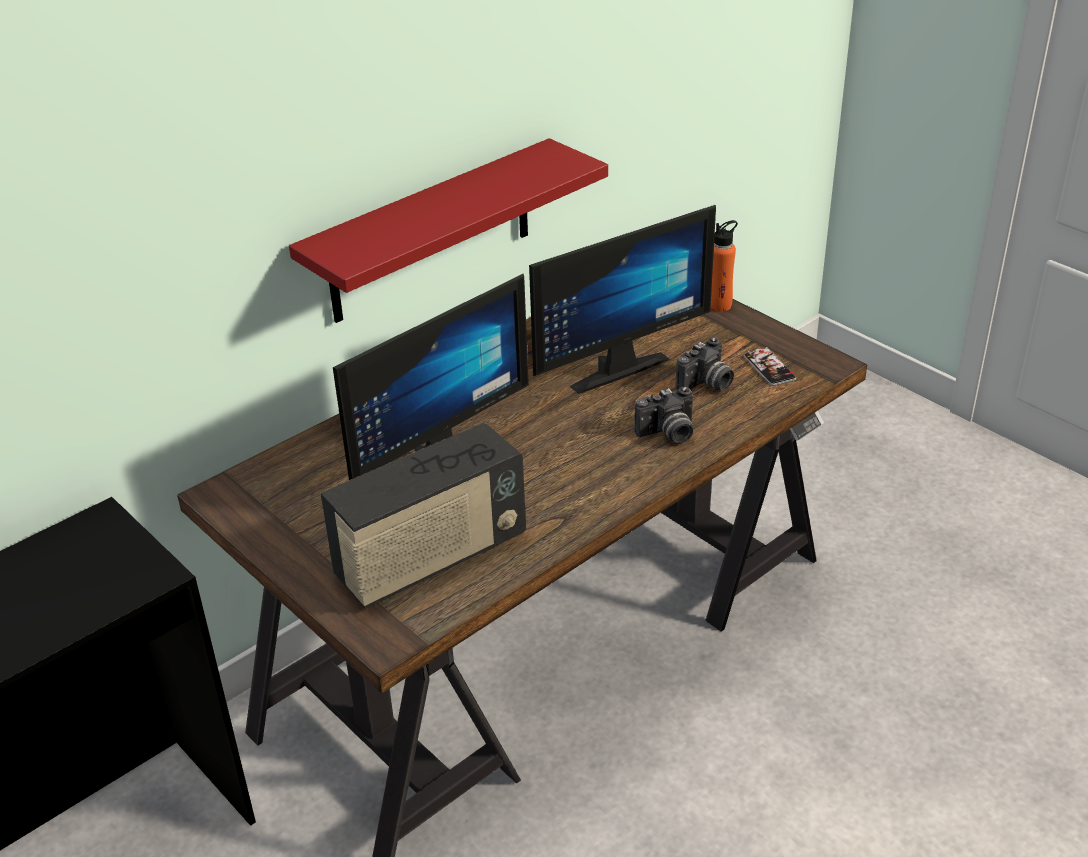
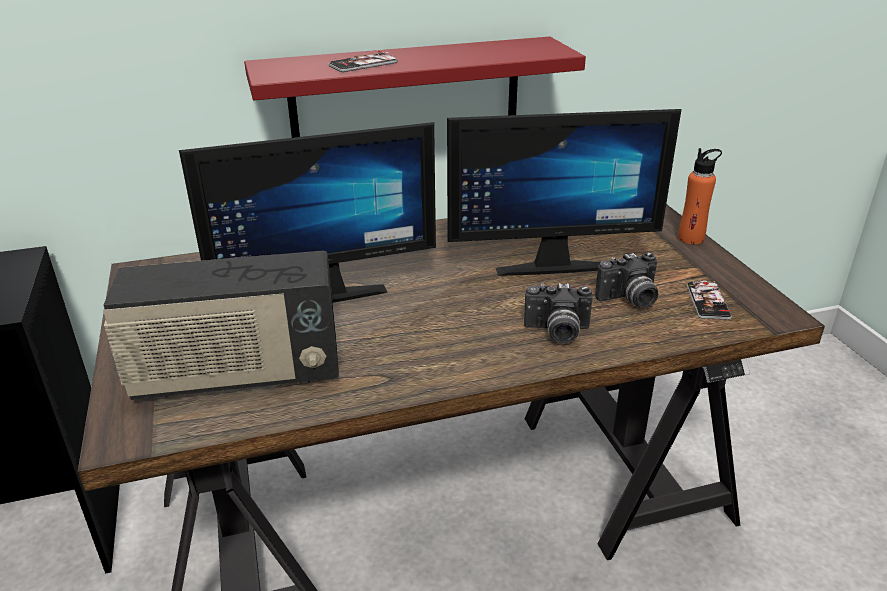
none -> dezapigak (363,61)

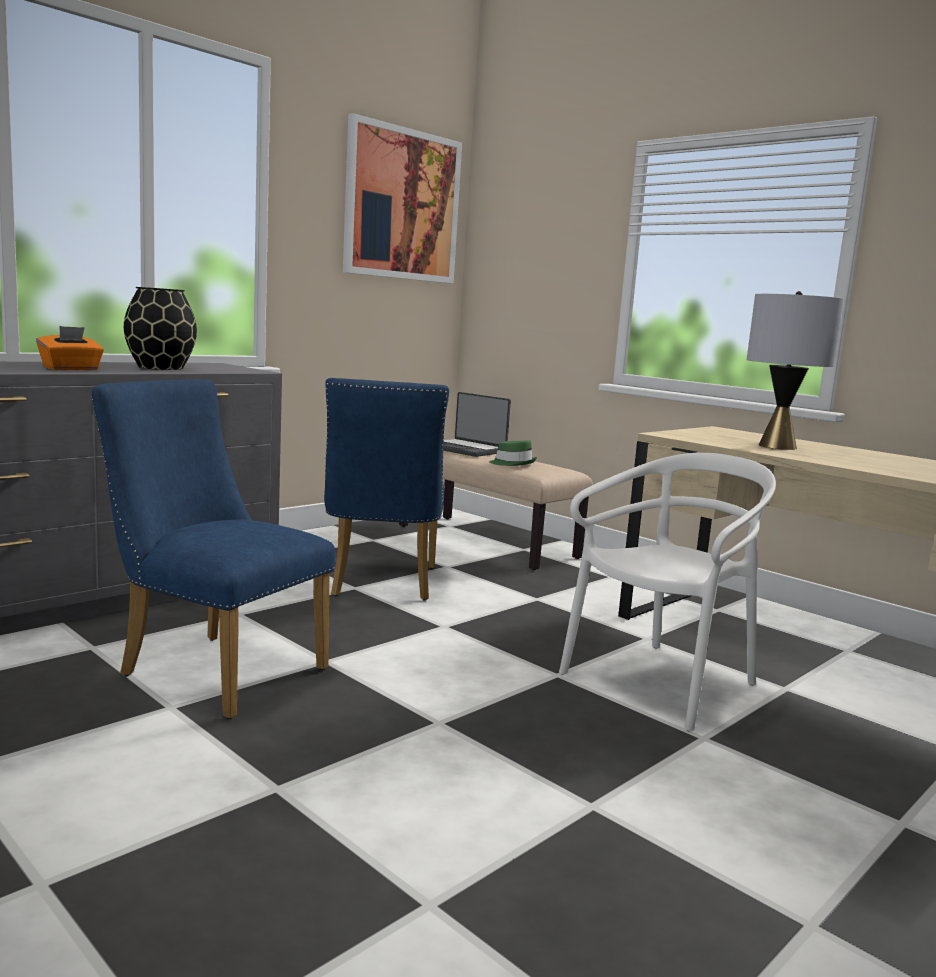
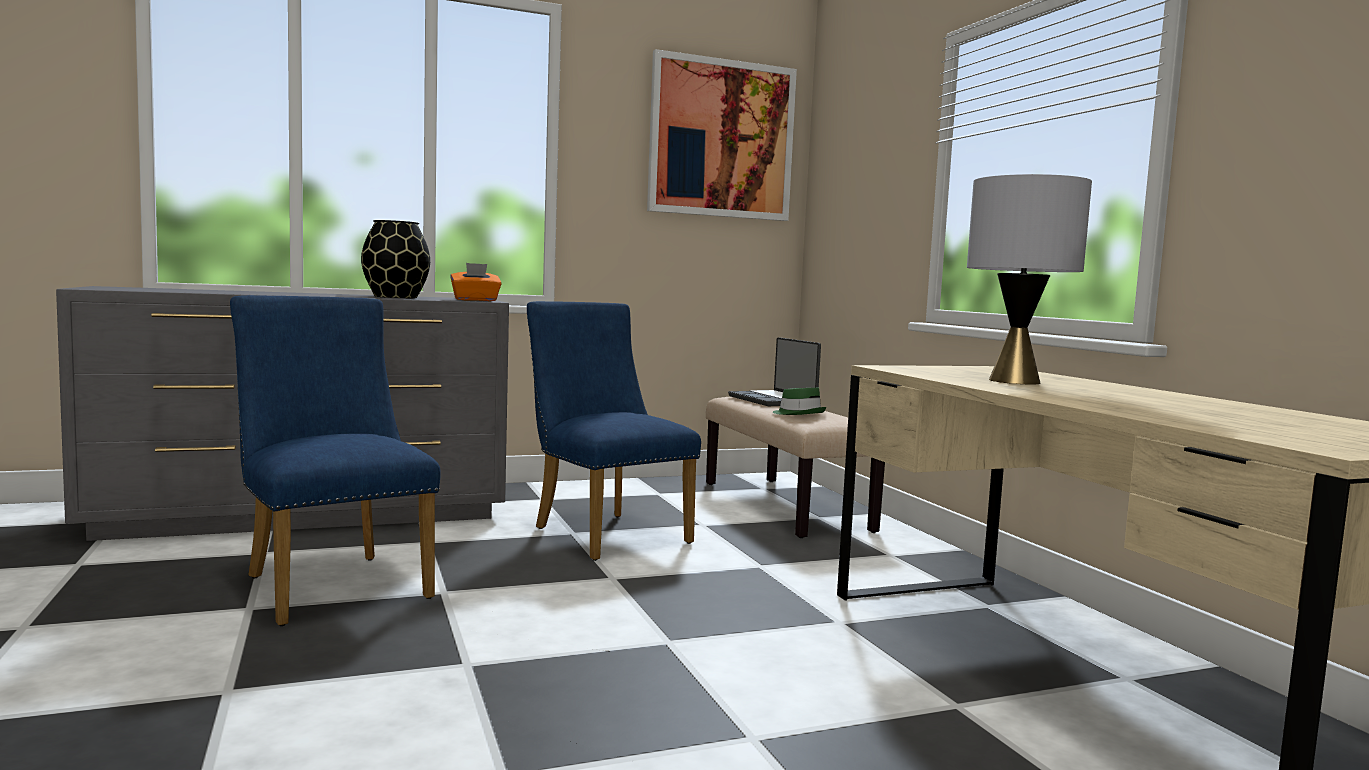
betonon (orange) (70,348) -> betonon (orange) (476,282), moved
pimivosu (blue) (386,489) -> pimivosu (blue) (614,431), 120 degrees clockwise
pimivosu (white) (667,592) -> none

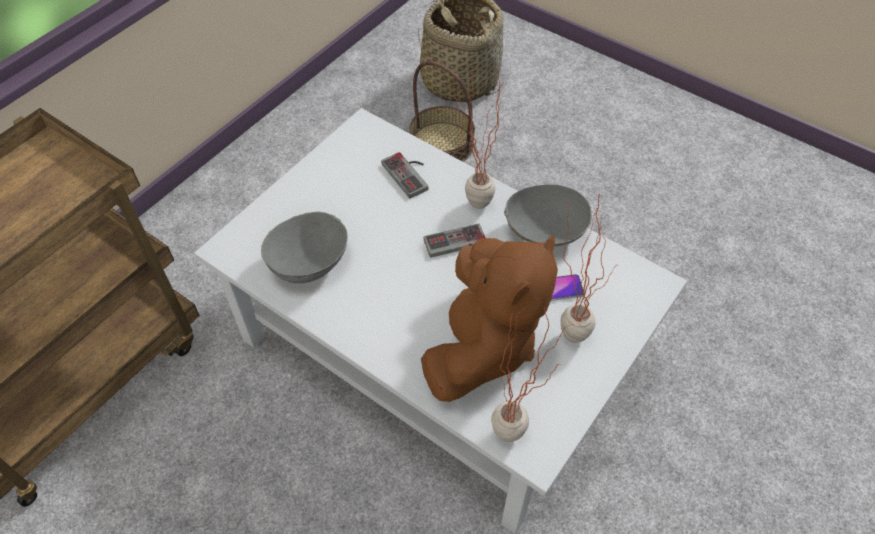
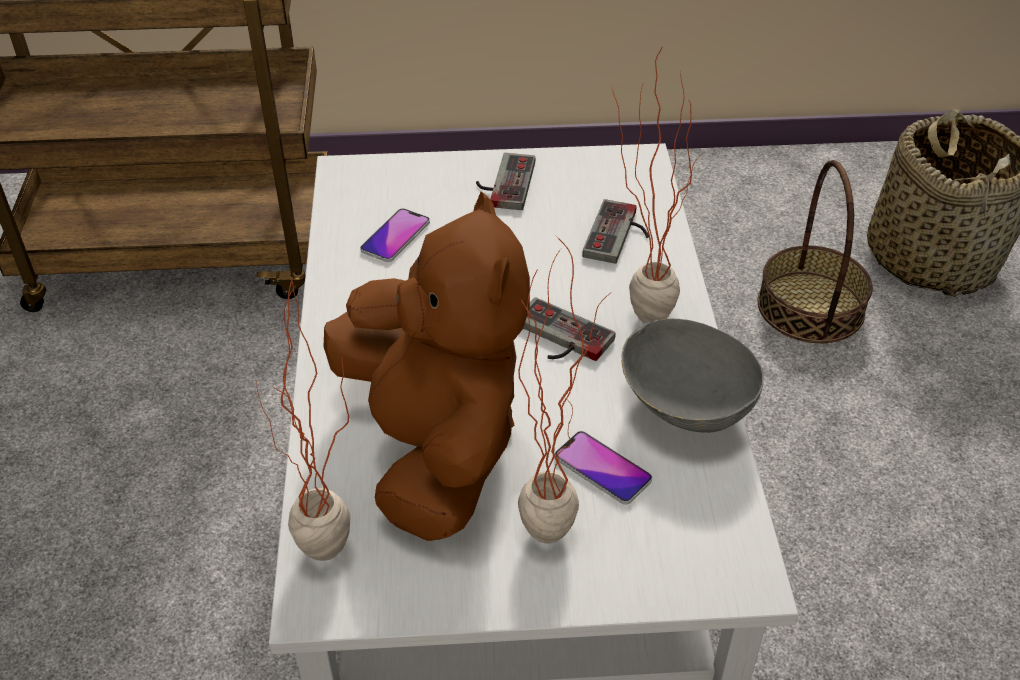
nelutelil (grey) (304,247) -> dezapigak (395,235)
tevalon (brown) (489,318) -> tevalon (brown) (427,366), 90 degrees counterclockwise
none -> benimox (505,181)

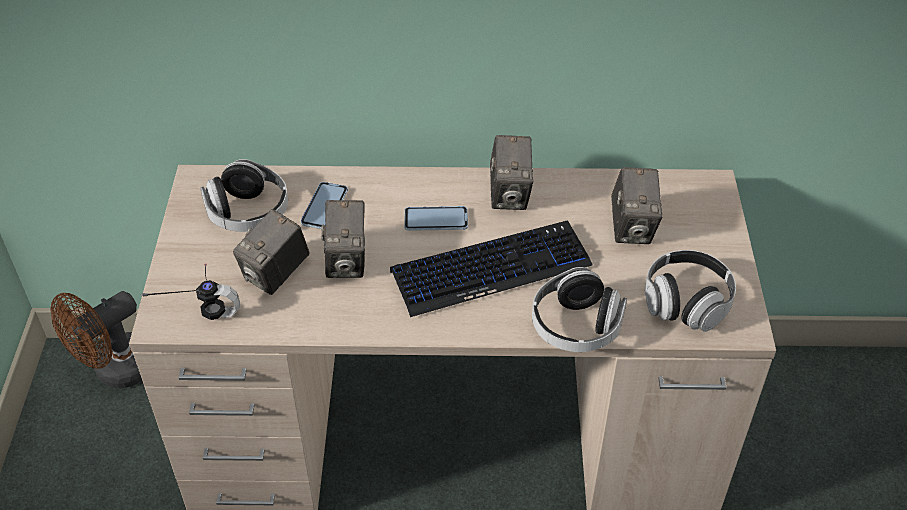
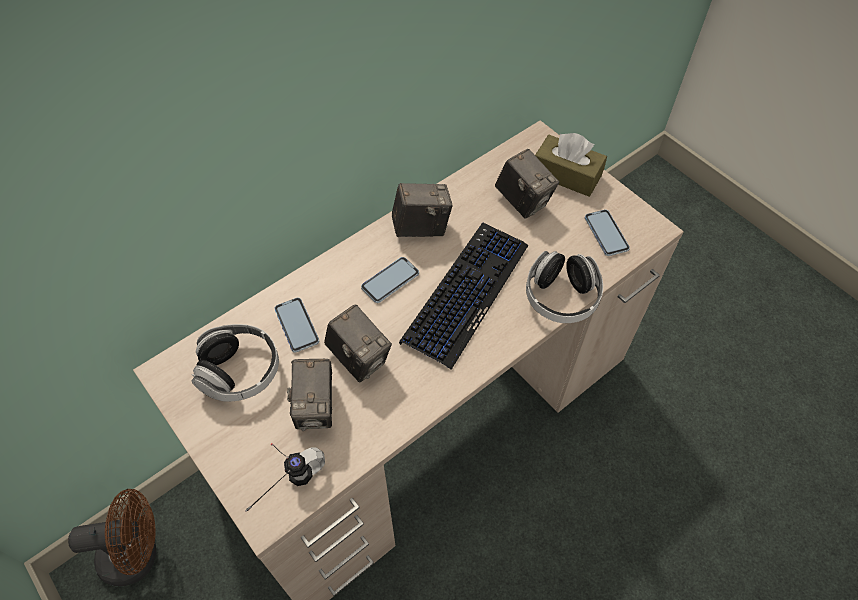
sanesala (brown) (96,339) -> sanesala (brown) (112,537), 105 degrees counterclockwise
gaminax (511,172) -> gaminax (422,210), 60 degrees counterclockwise
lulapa (690,291) -> dezapigak (607,233)
none -> betonon (brown) (571,165)

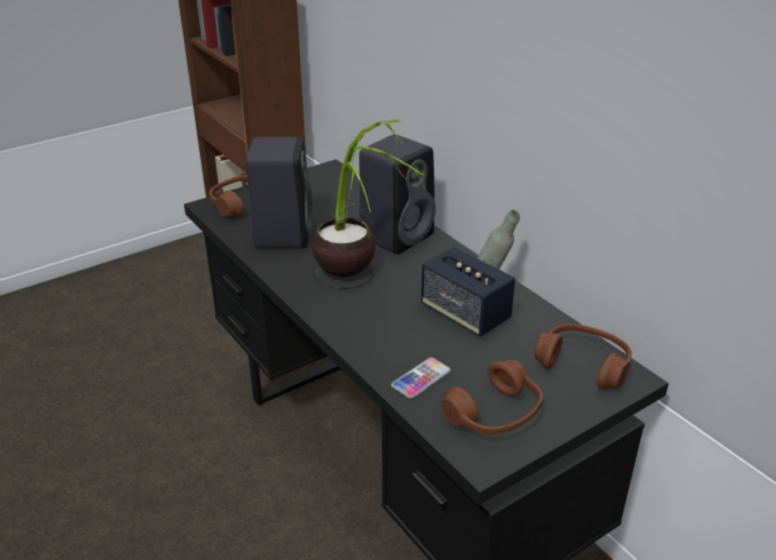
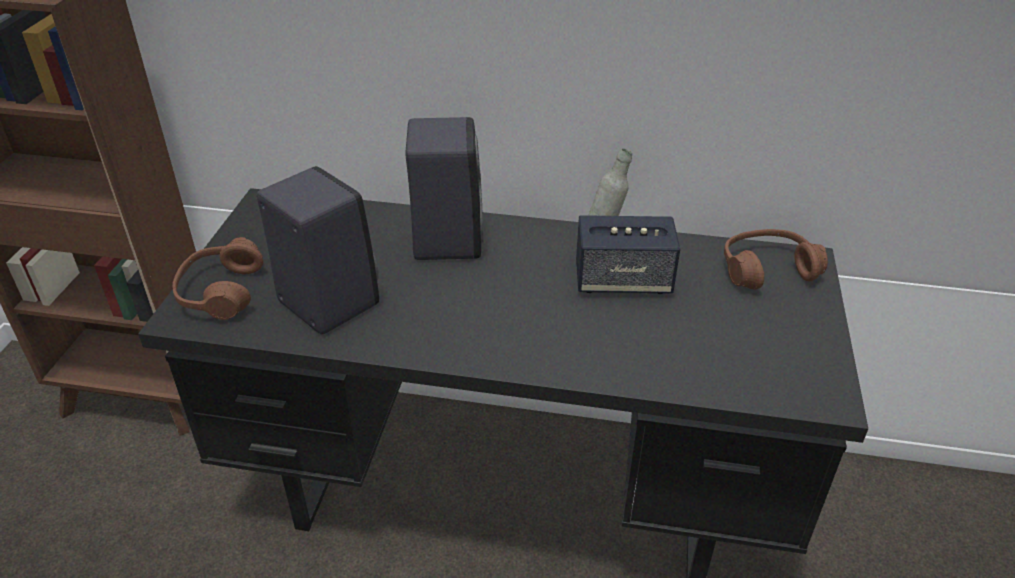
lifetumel (368,204) -> none
dezapigak (421,378) -> none
lulapa (brown) (492,397) -> none

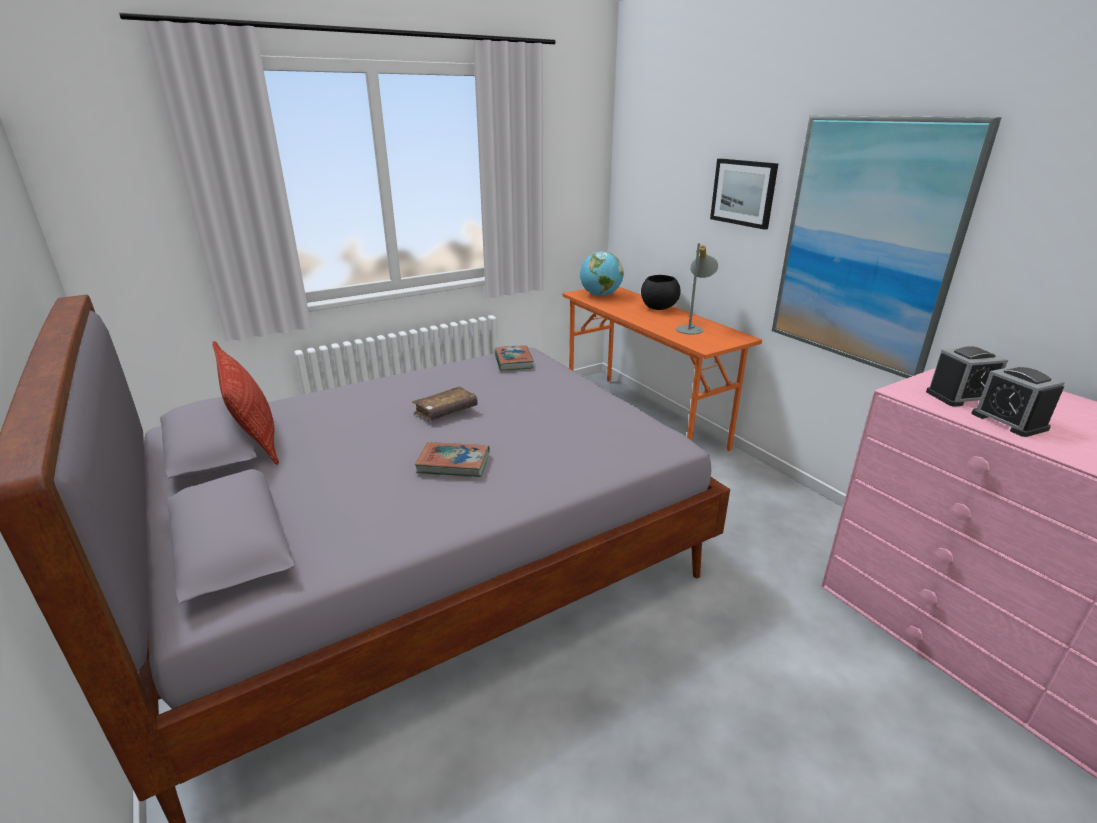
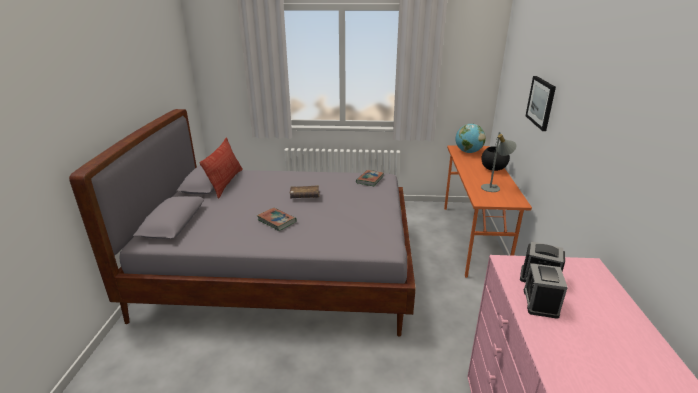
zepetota (887,246) -> none

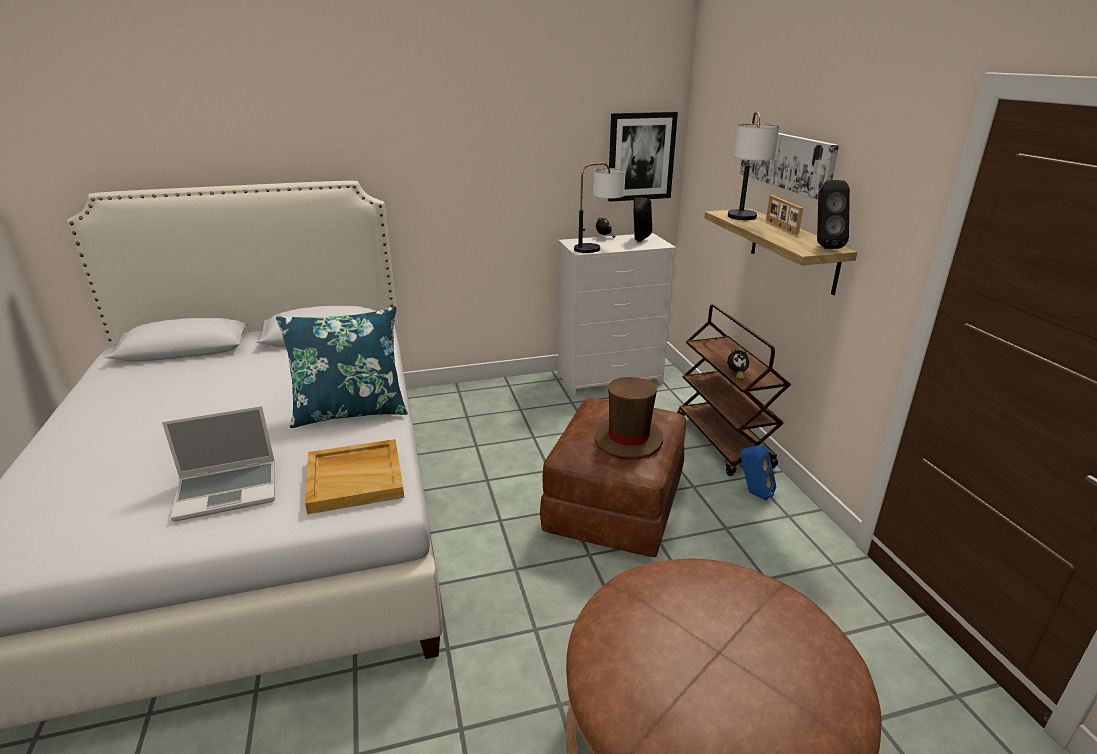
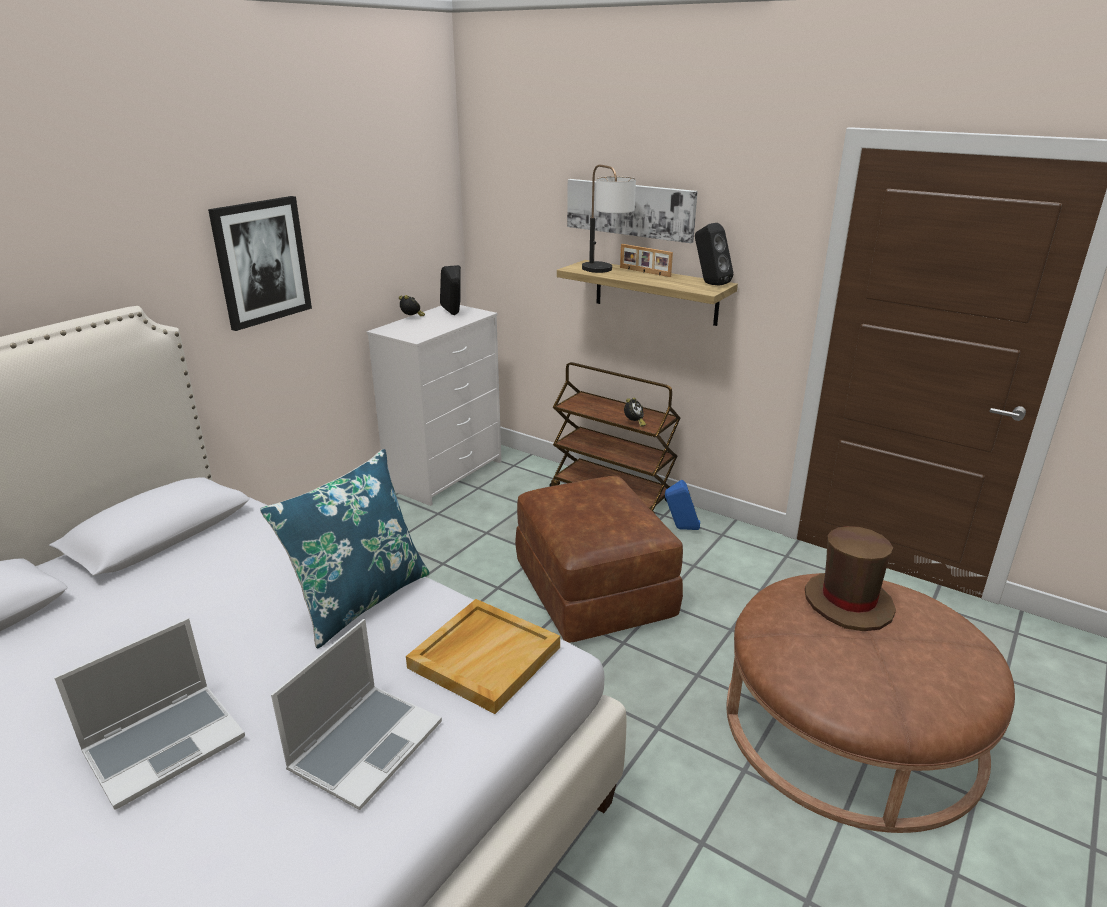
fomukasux (600,208) -> none
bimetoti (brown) (629,418) -> bimetoti (brown) (850,578), moved
zepetota (643,157) -> zepetota (260,263), moved
none -> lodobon (149,714)

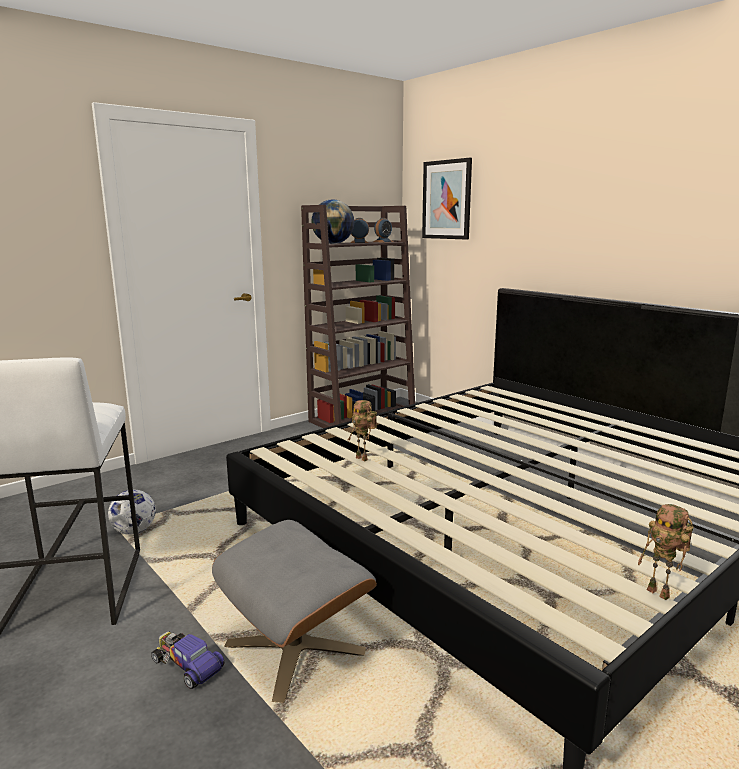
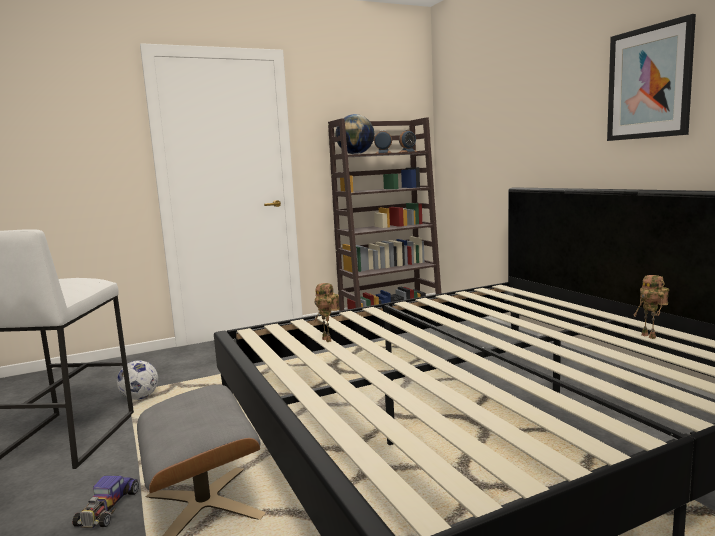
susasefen (188,660) -> susasefen (105,502), 135 degrees counterclockwise
zepetota (447,199) -> zepetota (651,77), moved
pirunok (665,552) -> pirunok (651,307), moved

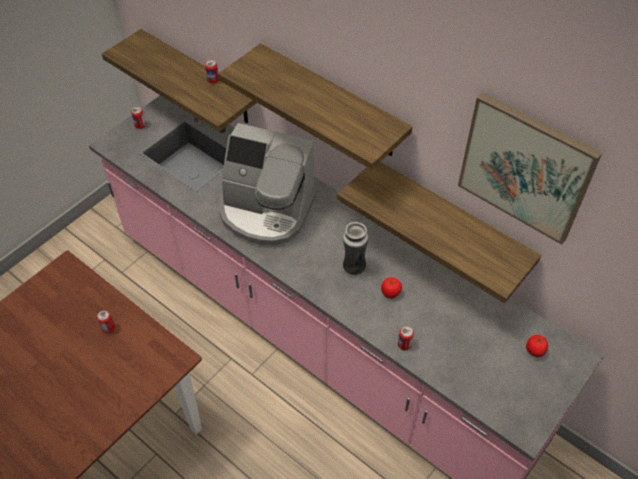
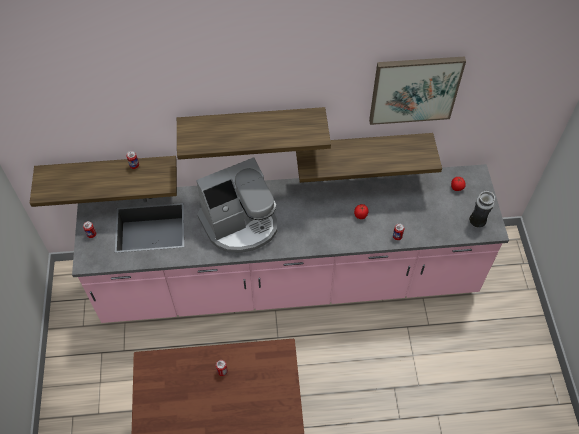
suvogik (355,248) -> suvogik (482,209), moved

